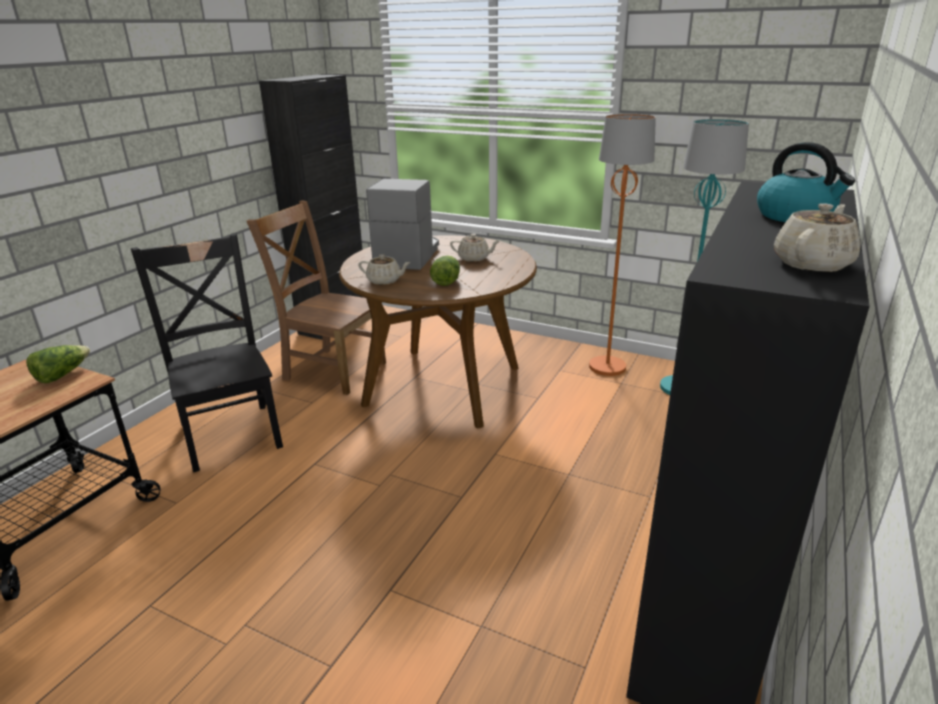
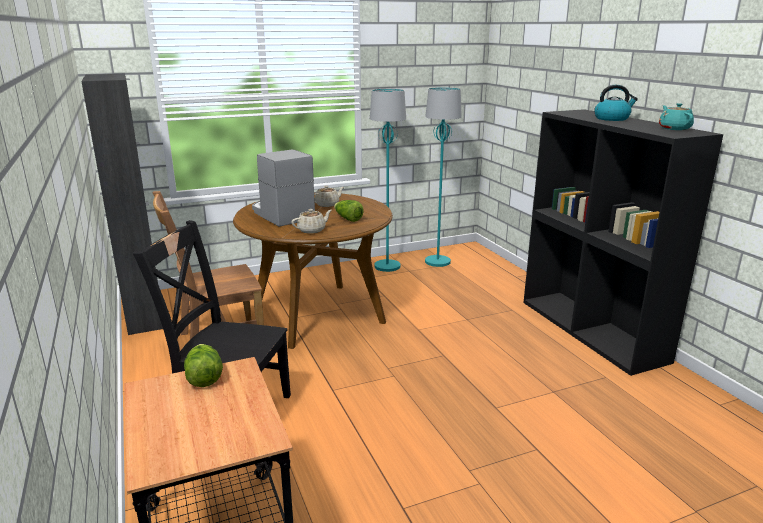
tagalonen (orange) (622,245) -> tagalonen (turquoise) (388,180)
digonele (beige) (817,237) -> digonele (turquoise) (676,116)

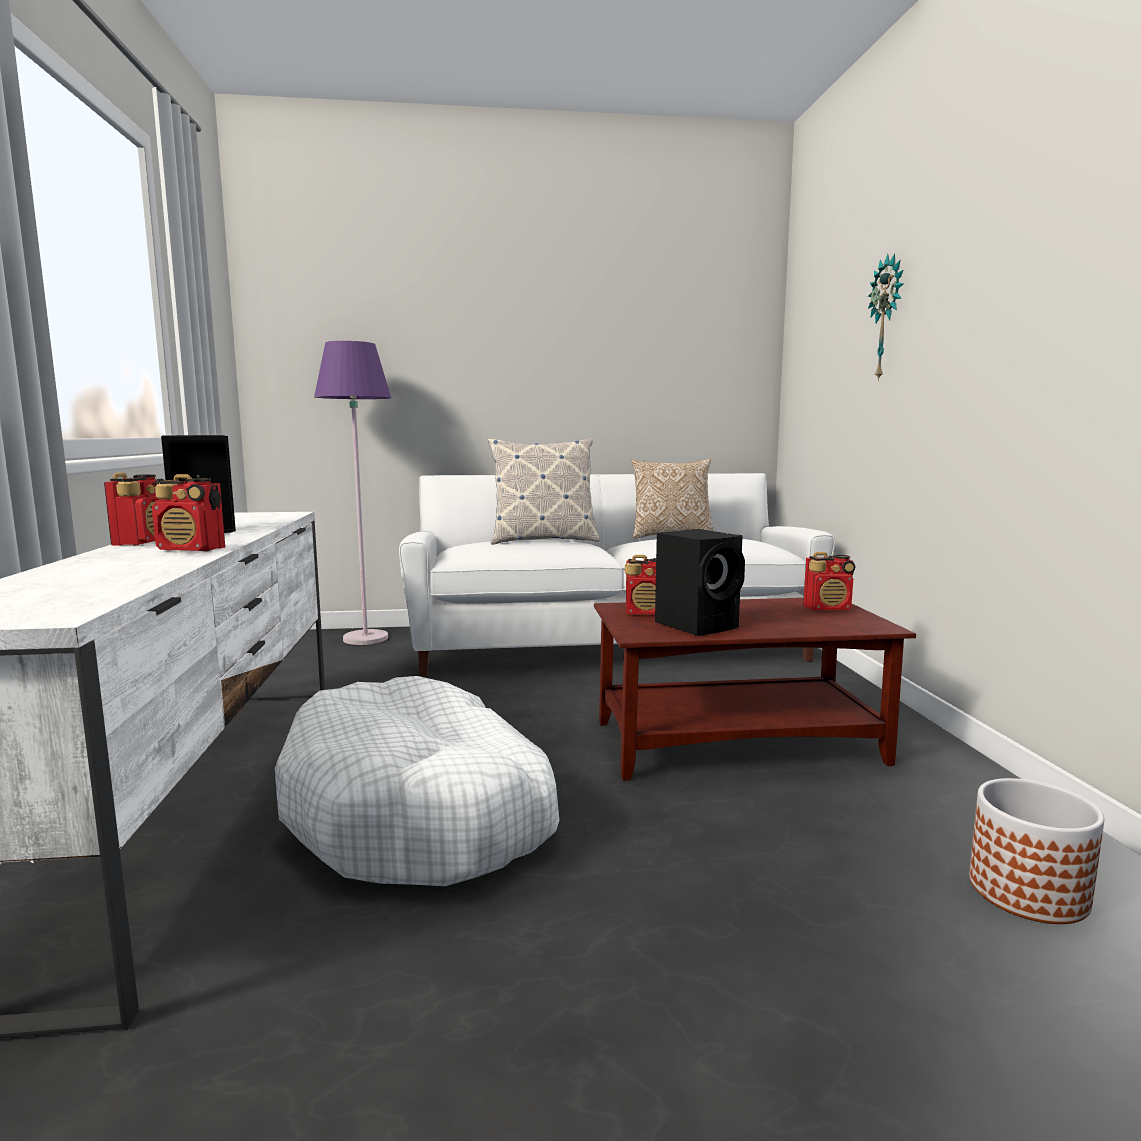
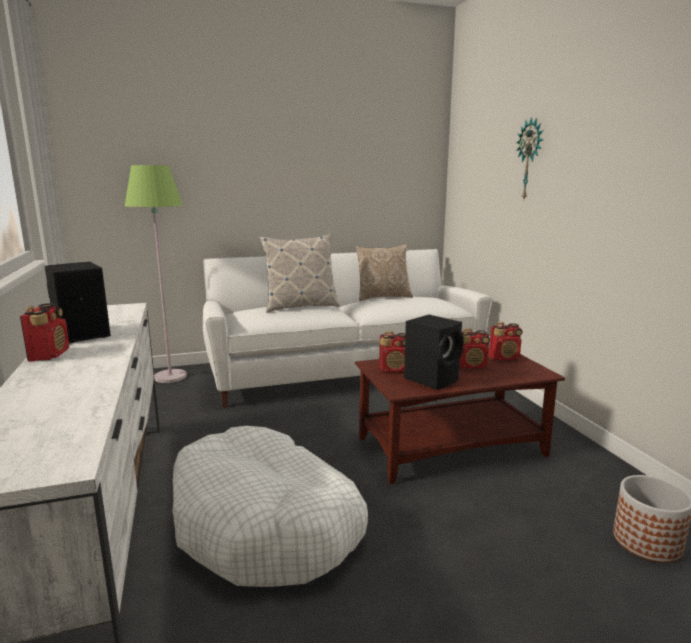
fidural (188,512) -> fidural (474,348), moved
tagalonen (purple) (352,493) -> tagalonen (green) (156,274)

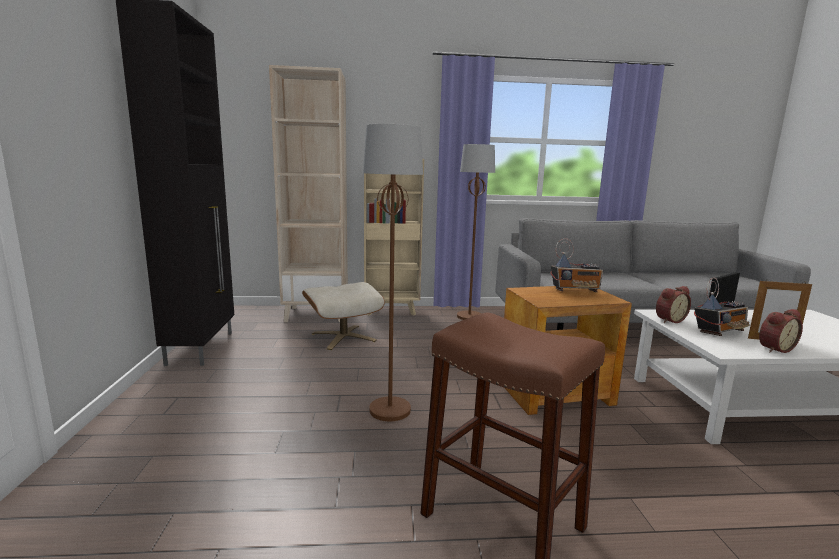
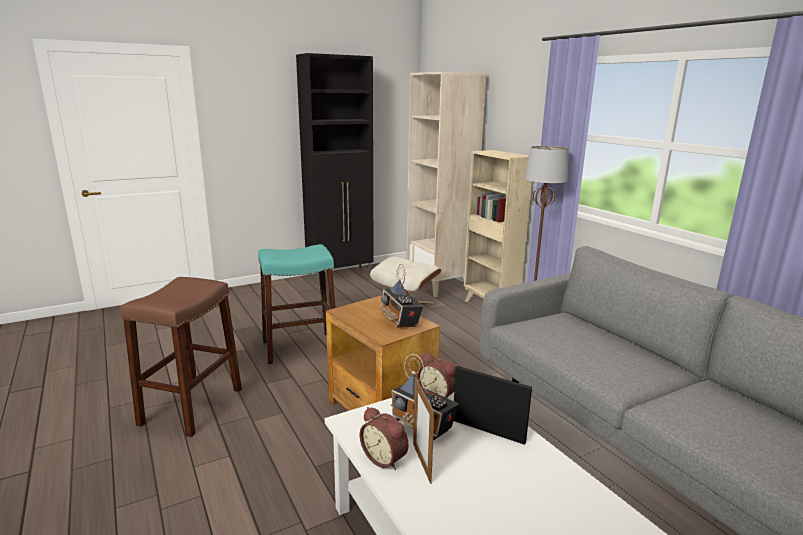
tagalonen (brown) (393,272) -> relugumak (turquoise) (296,304)

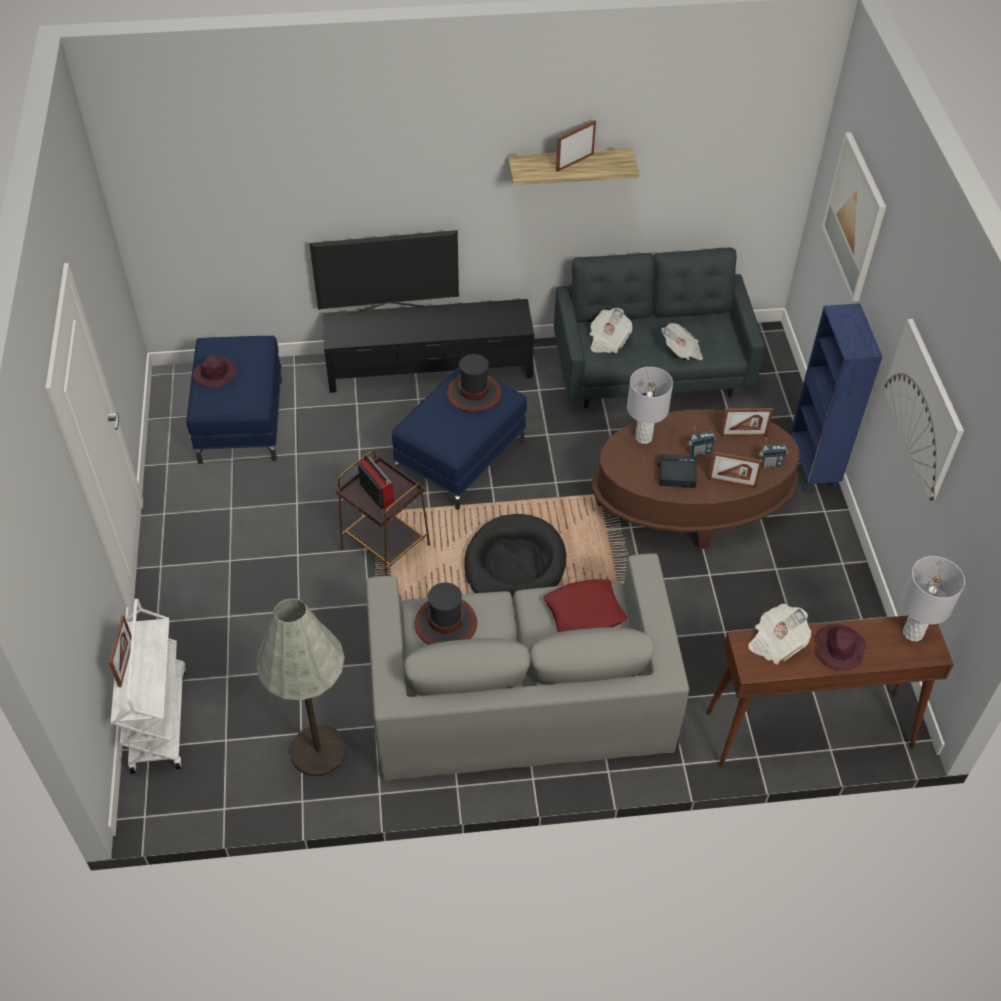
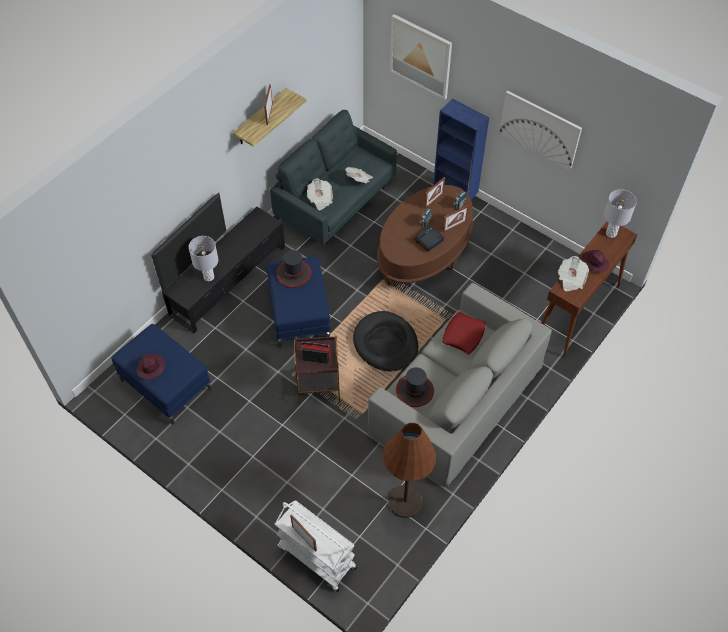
tagalonen (grey) (301,687) -> tagalonen (brown) (409,470)
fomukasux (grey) (650,405) -> fomukasux (grey) (203,258), moved

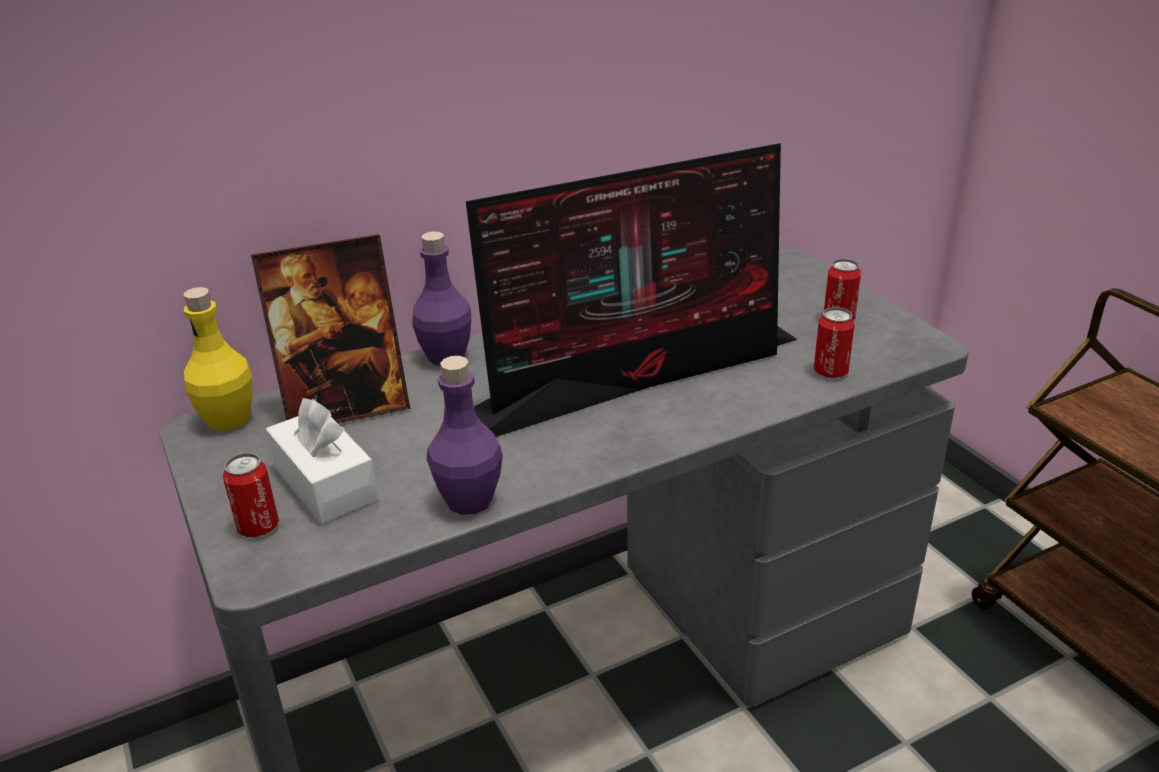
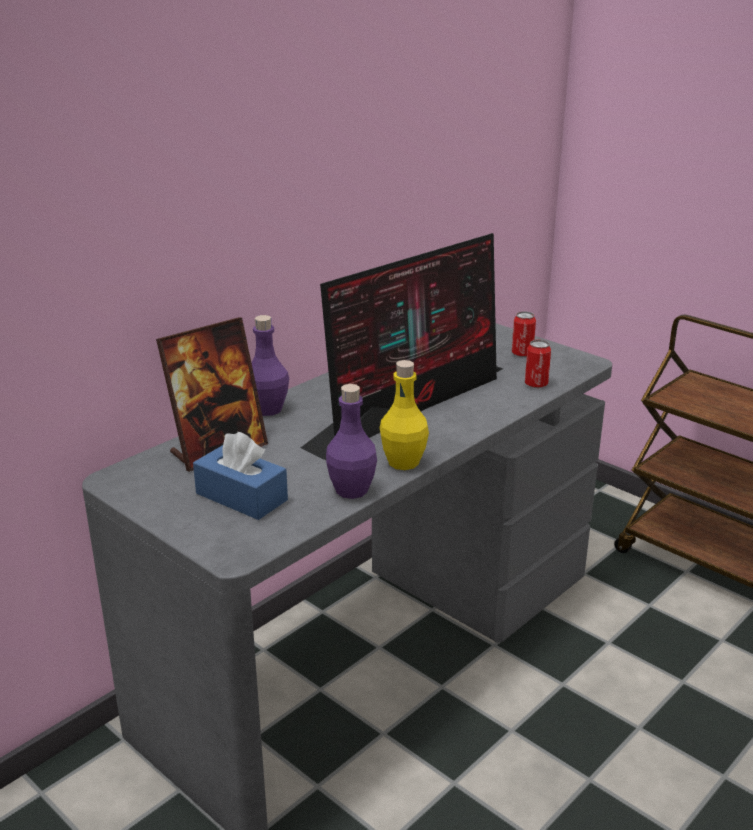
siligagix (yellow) (218,359) -> siligagix (yellow) (404,415), moved
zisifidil (251,495) -> none
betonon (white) (322,461) -> betonon (blue) (240,476)

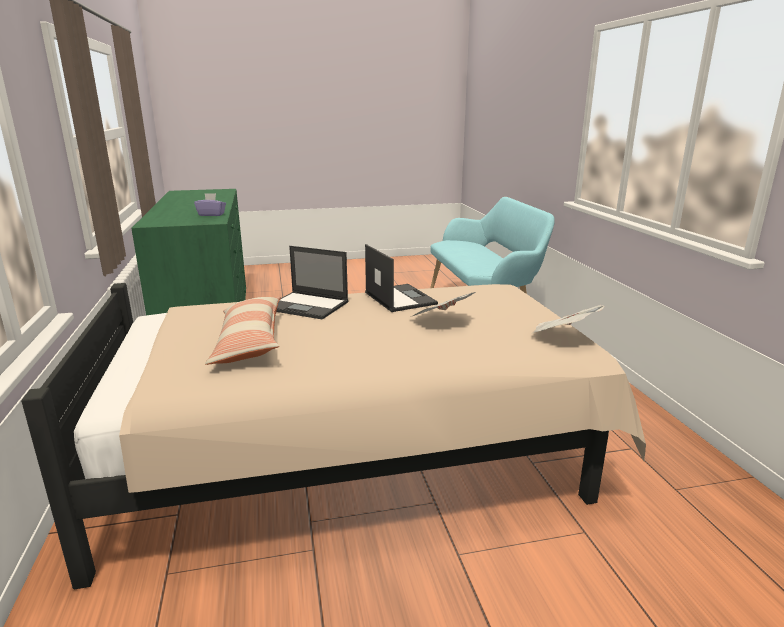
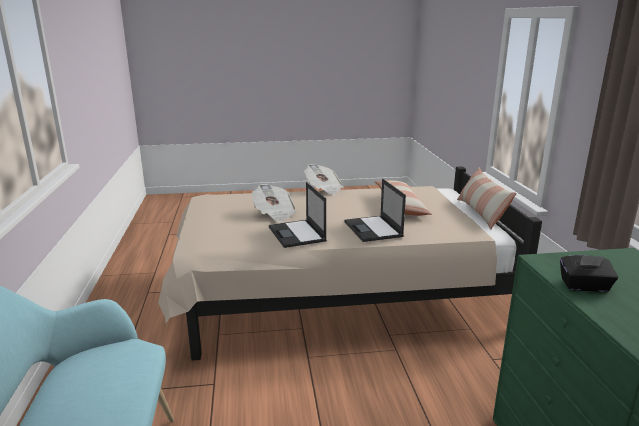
betonon (purple) (210,204) -> betonon (black) (589,273)
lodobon (312,283) -> lodobon (375,210), 135 degrees counterclockwise
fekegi (569,319) -> fekegi (324,179), moved
none -> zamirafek (487,198)

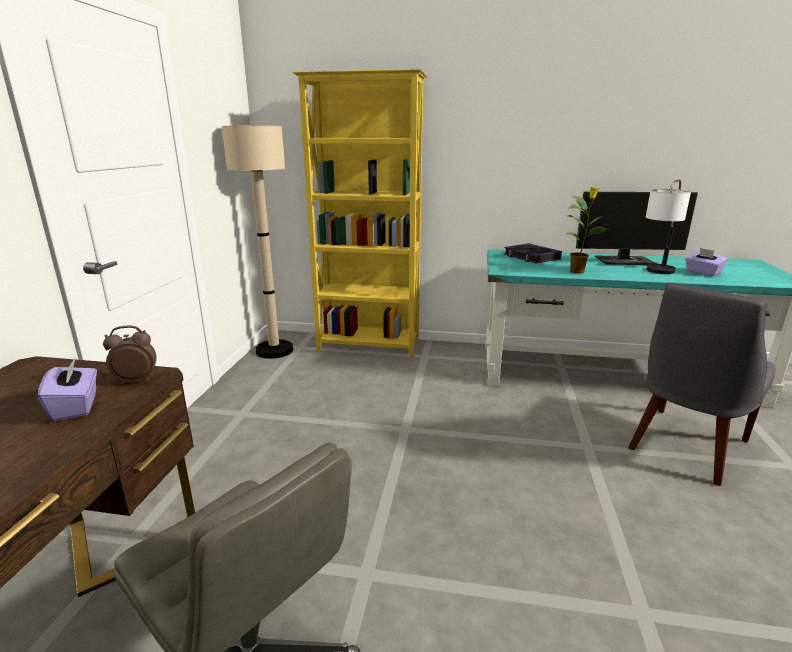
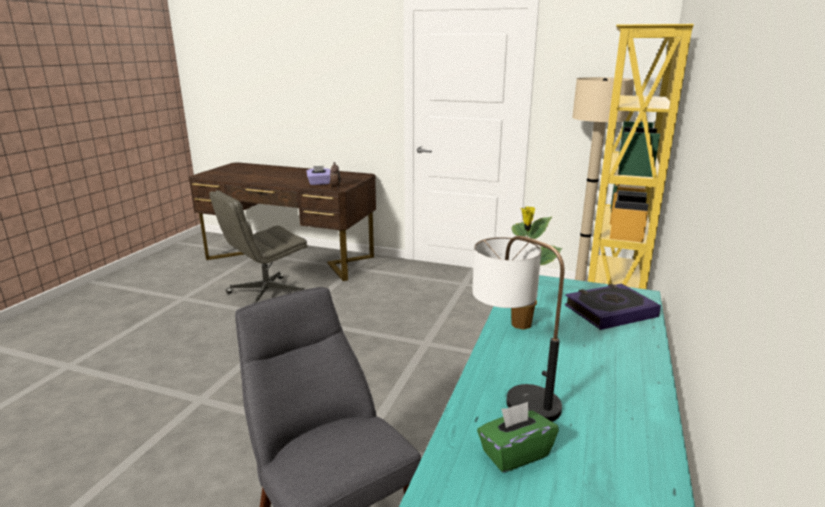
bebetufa (637,228) -> none
betonon (purple) (706,262) -> betonon (green) (518,437)

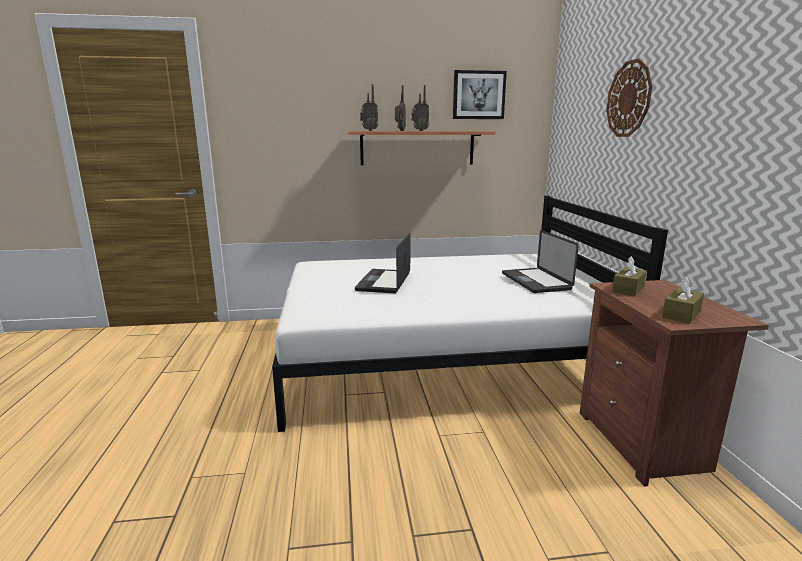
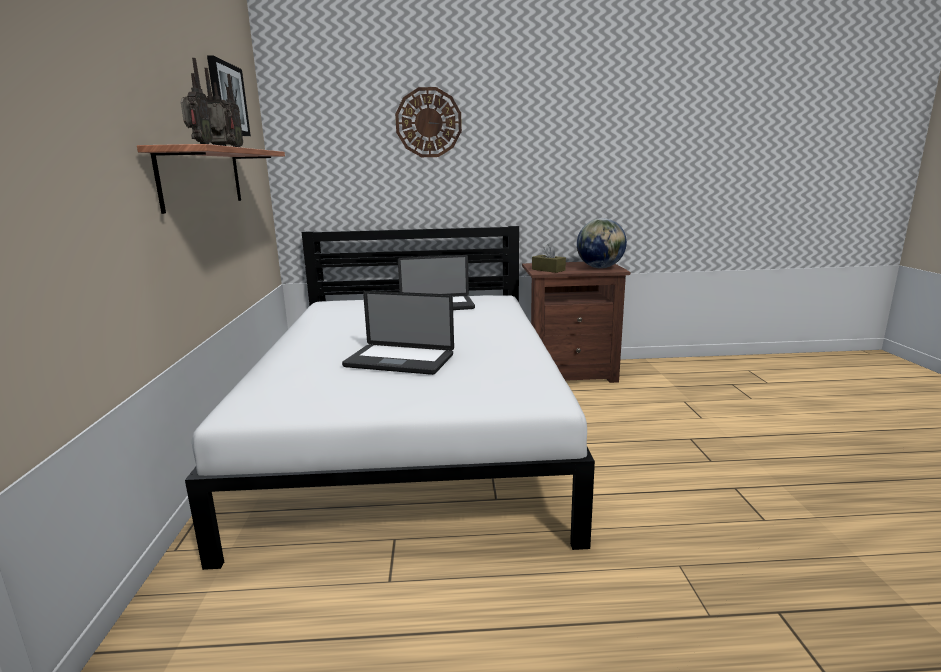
betonon (brown) (683,300) -> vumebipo (602,243)

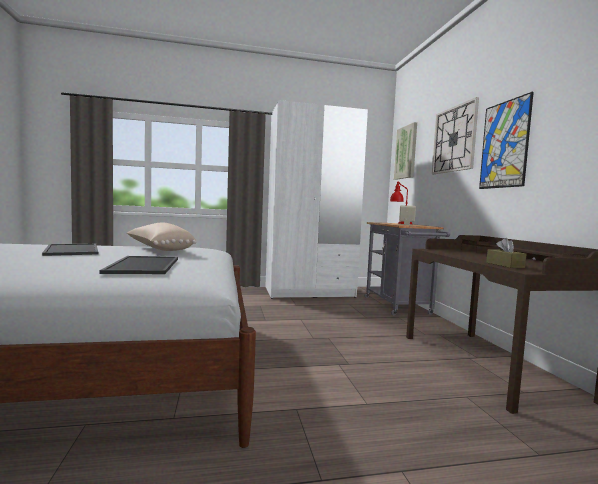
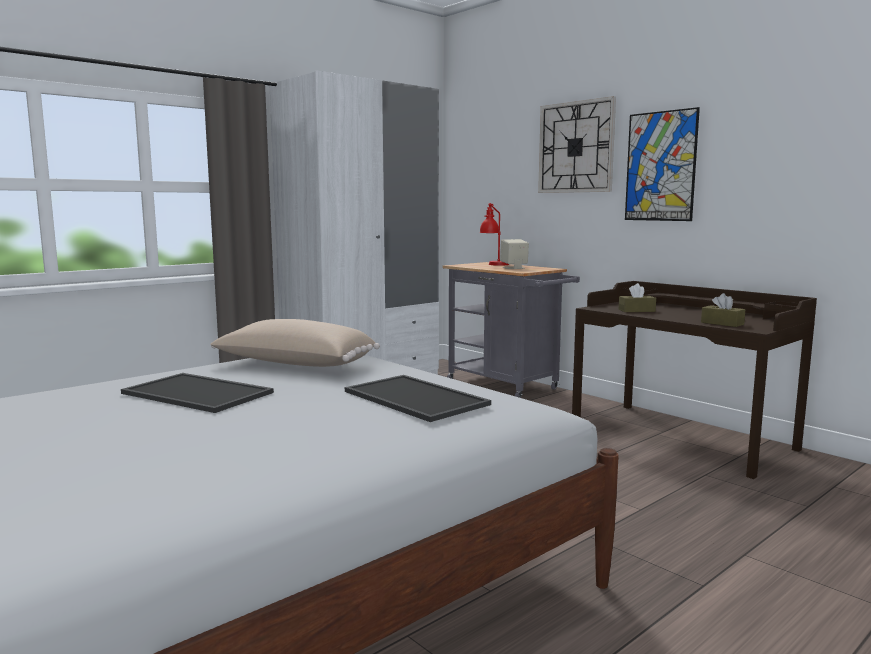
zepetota (405,151) -> none
none -> betonon (brown) (637,297)

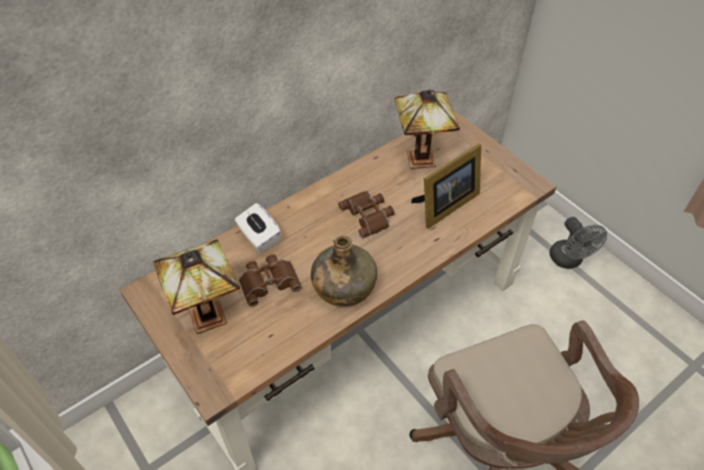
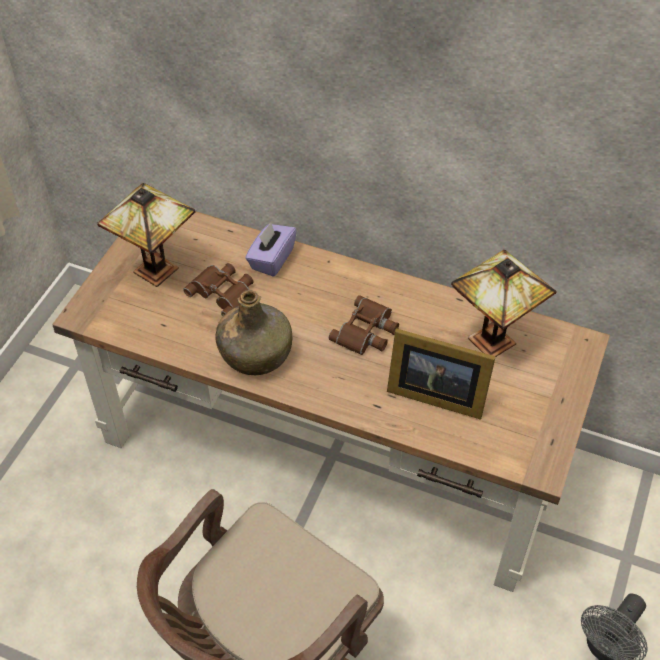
betonon (white) (258,228) -> betonon (purple) (271,250)

